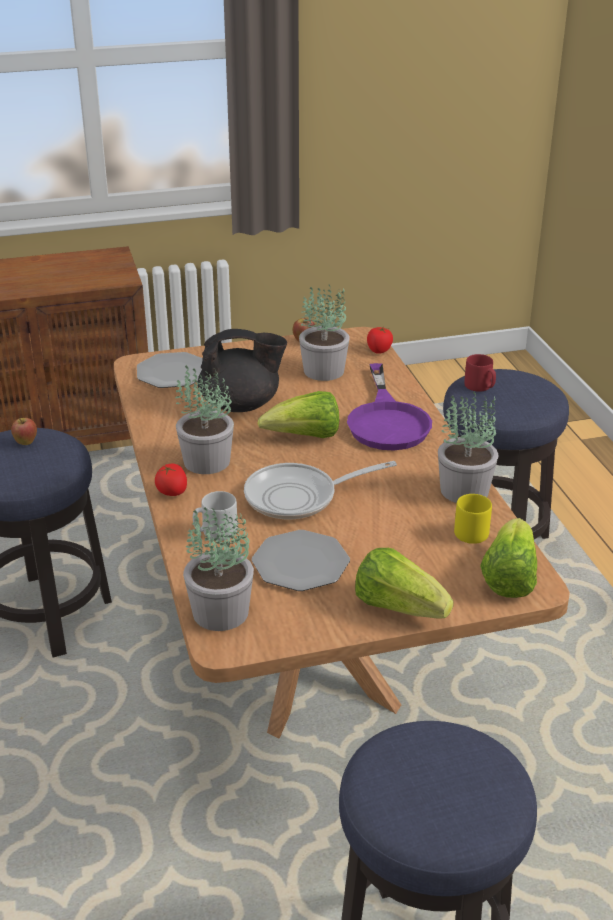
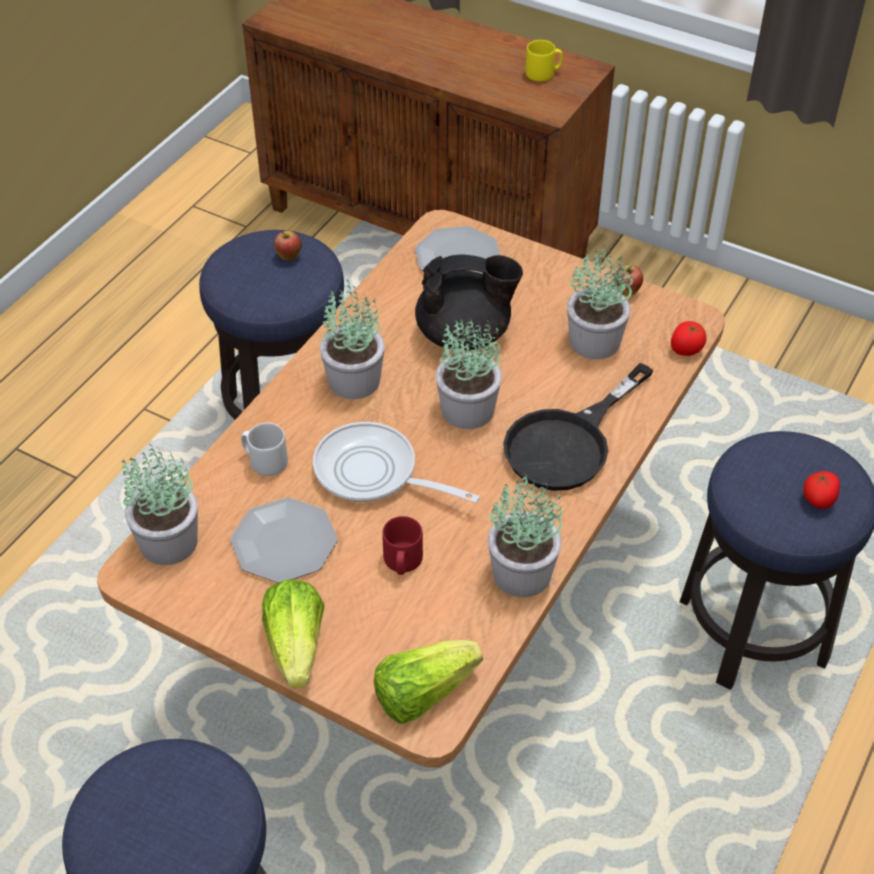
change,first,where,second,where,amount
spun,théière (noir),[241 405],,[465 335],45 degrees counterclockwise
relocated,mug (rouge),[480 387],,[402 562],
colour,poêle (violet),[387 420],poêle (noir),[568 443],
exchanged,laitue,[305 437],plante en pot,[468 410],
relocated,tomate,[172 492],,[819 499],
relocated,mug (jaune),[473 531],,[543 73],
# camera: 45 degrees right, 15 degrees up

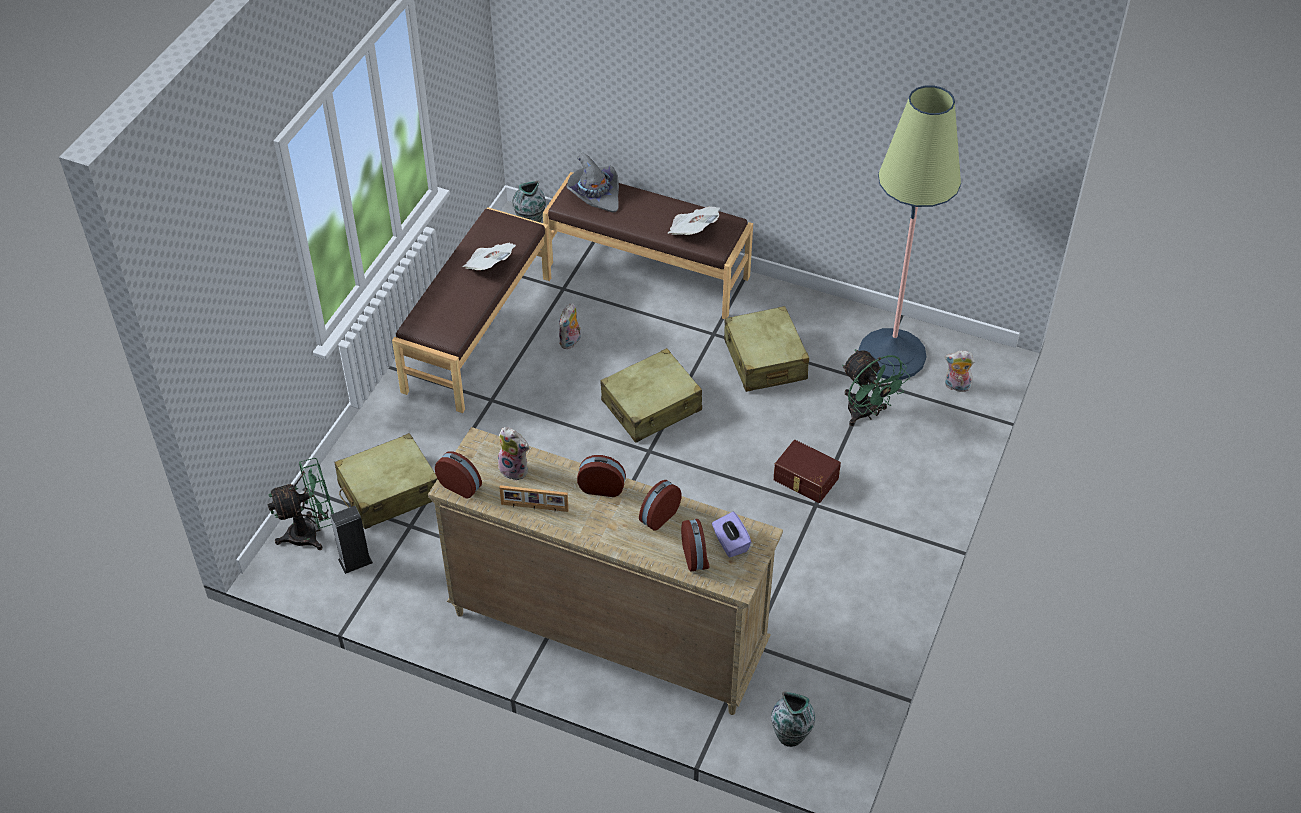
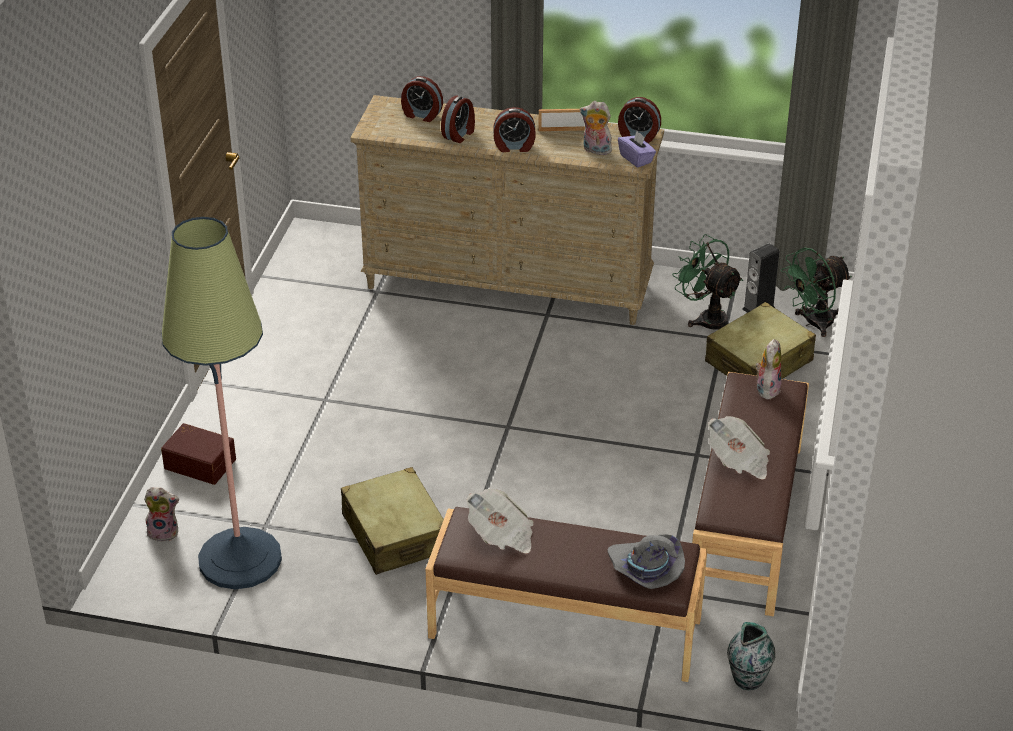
change,first,where,second,where,amount
relocated,peluche,[571 342],,[766 388],
missing,valise (beige),[652 406],,,
relocated,ventilateur (vert),[865 414],,[707 318],
relocated,boîte de rangement (marron),[805 480],,[201 462],
relocated,boîte à mouchoirs (violet),[730 543],,[636 159],
spun,réveil,[696 556],,[421 115],45 degrees counterclockwise
missing,vase,[791 735],,,
# camera: 170 degrees right, 10 degrees down

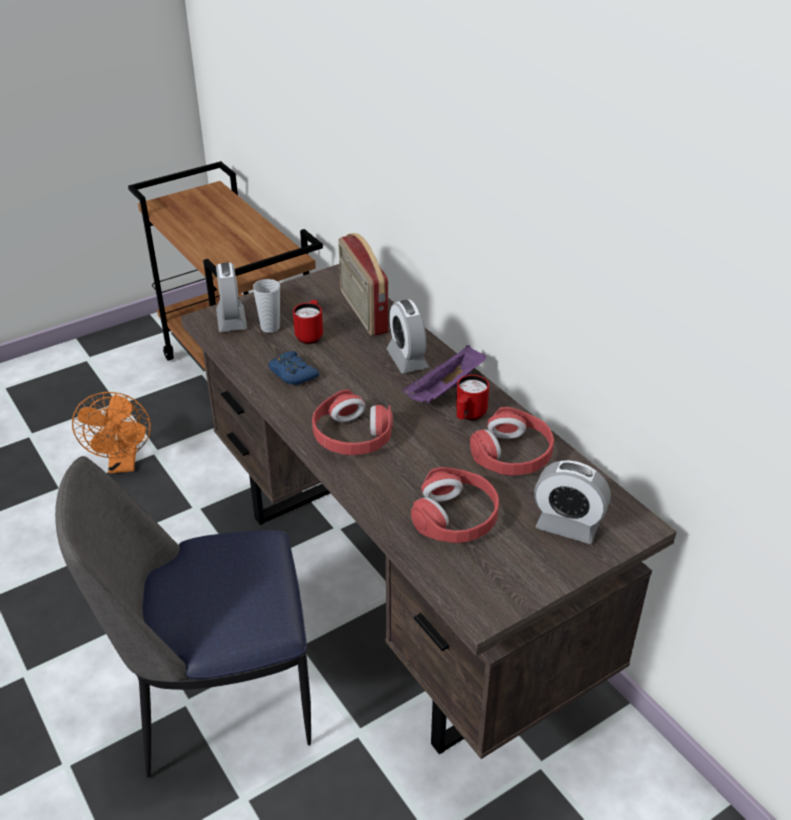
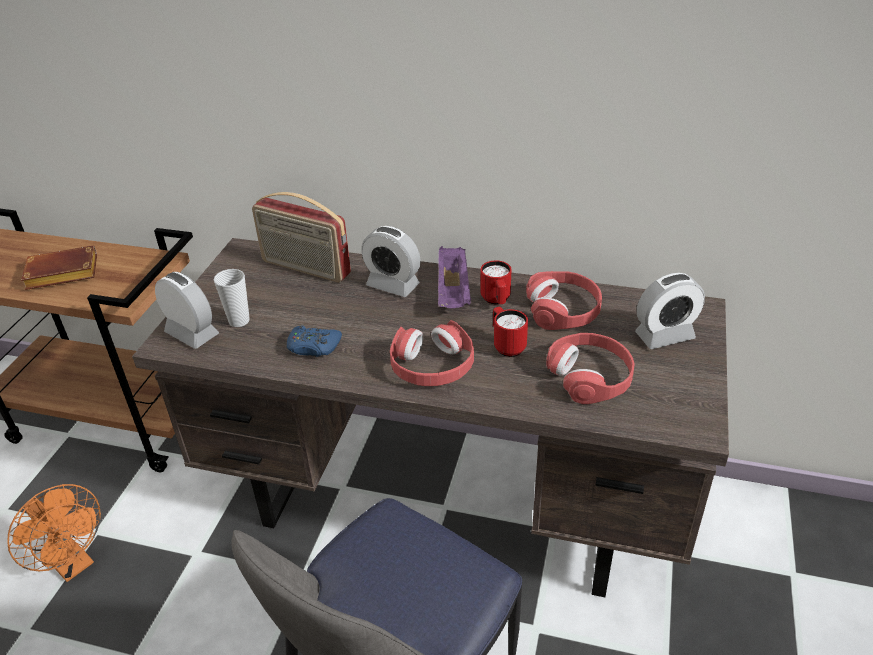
change,first,where,second,where,amount
relocated,mug (rouge),[310 335],,[507 345],
appeared,,,livre (marron),[60 275],
# camera: 40 degrees left, 0 degrees up

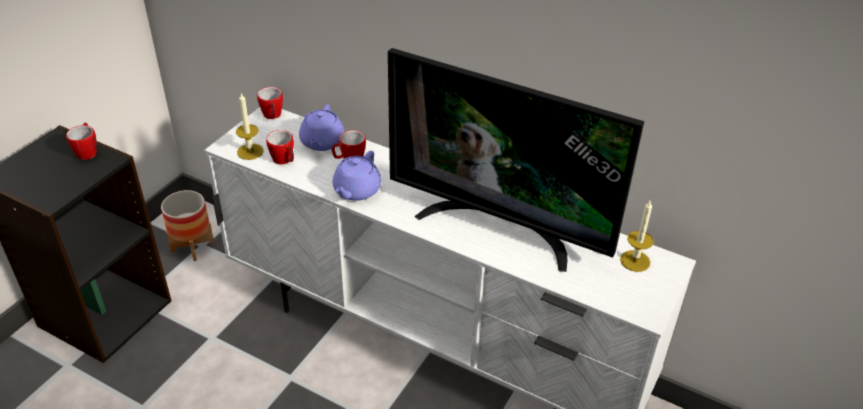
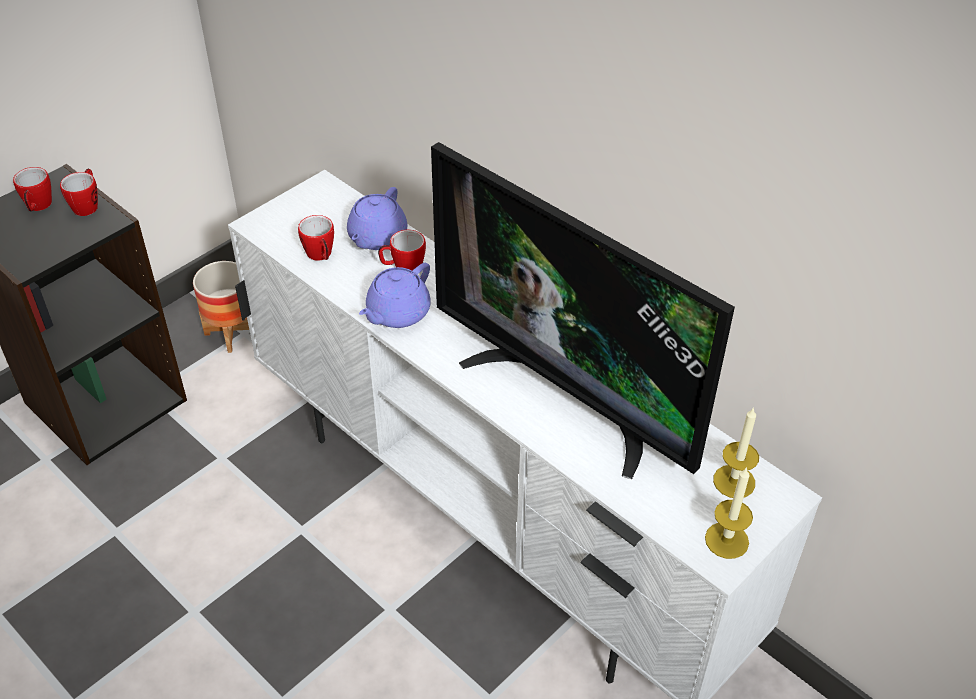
change,first,where,second,where,amount
relocated,mug,[272 116],,[38 207],
relocated,bougie,[250 151],,[726 540],
# camera: 15 degrees right, 5 degrees up

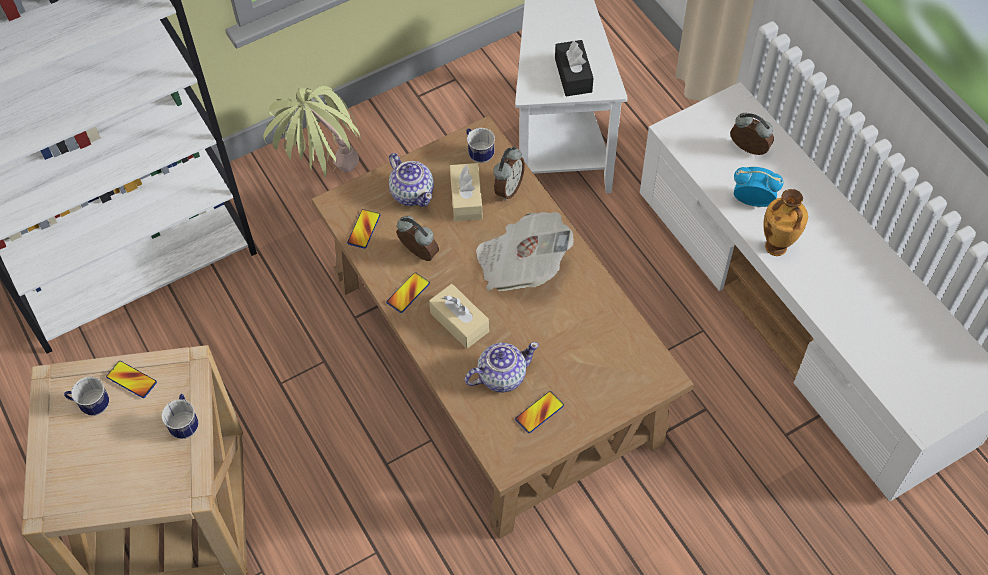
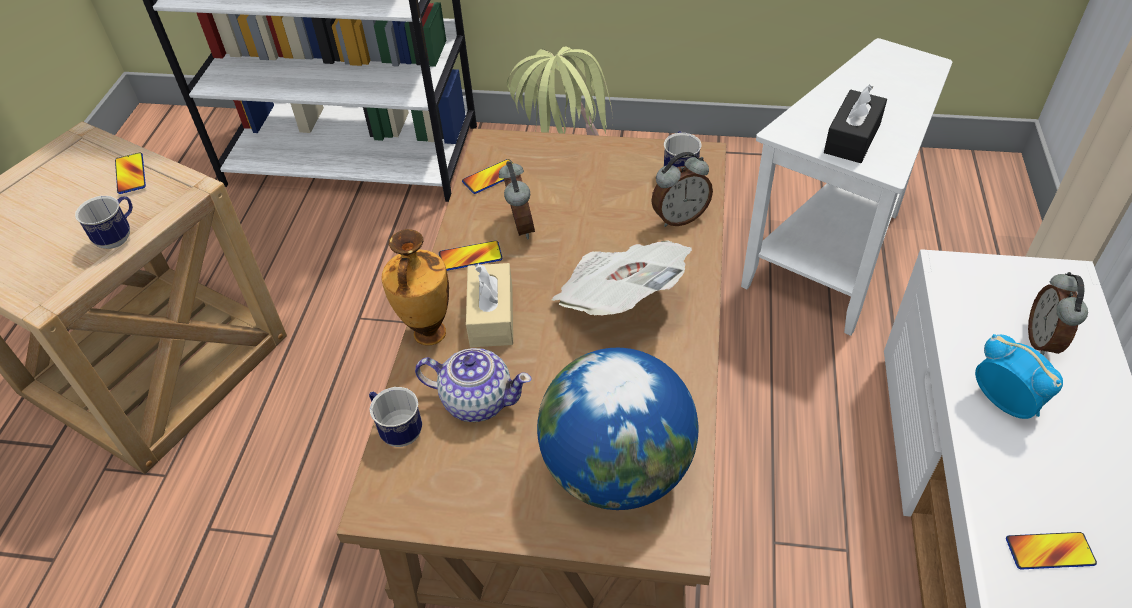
change,first,where,second,where,amount
spun,réveil,[748 150],,[1043 341],150 degrees counterclockwise
missing,théière,[412 192],,,
missing,boîte à mouchoirs (beige),[466 199],,,
relocated,vase,[776 248],,[428 335],
relocated,mug,[91 405],,[397 430],
relocated,téléphone,[539 412],,[1049 551],
appeared,,,globe,[617 470],
# camera: 40 degrees right, 10 degrees down

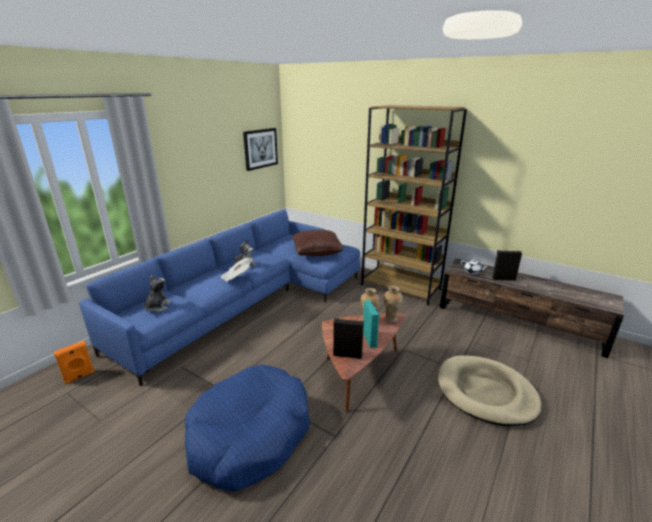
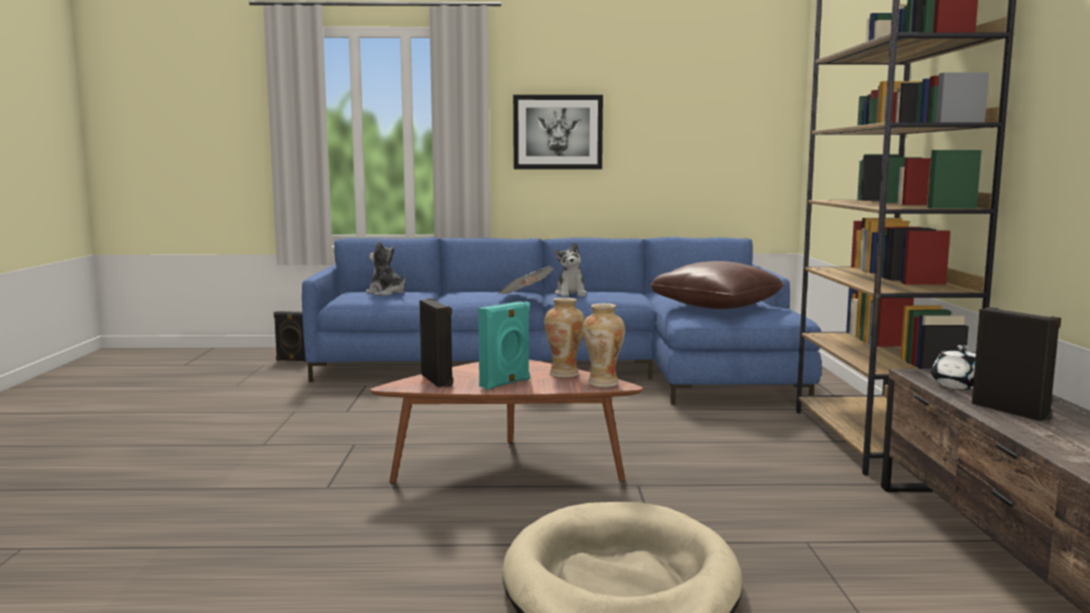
change,first,where,second,where,amount
relocated,tableau,[260 148],,[557 132],
spun,peluche,[157 307],,[386 293],120 degrees counterclockwise
colour,enceinte (orange),[79 377],enceinte (noir),[293 360],
missing,panier pour chien (bleu),[250 435],,,
# camera: 55 degrees right, 15 degrees down

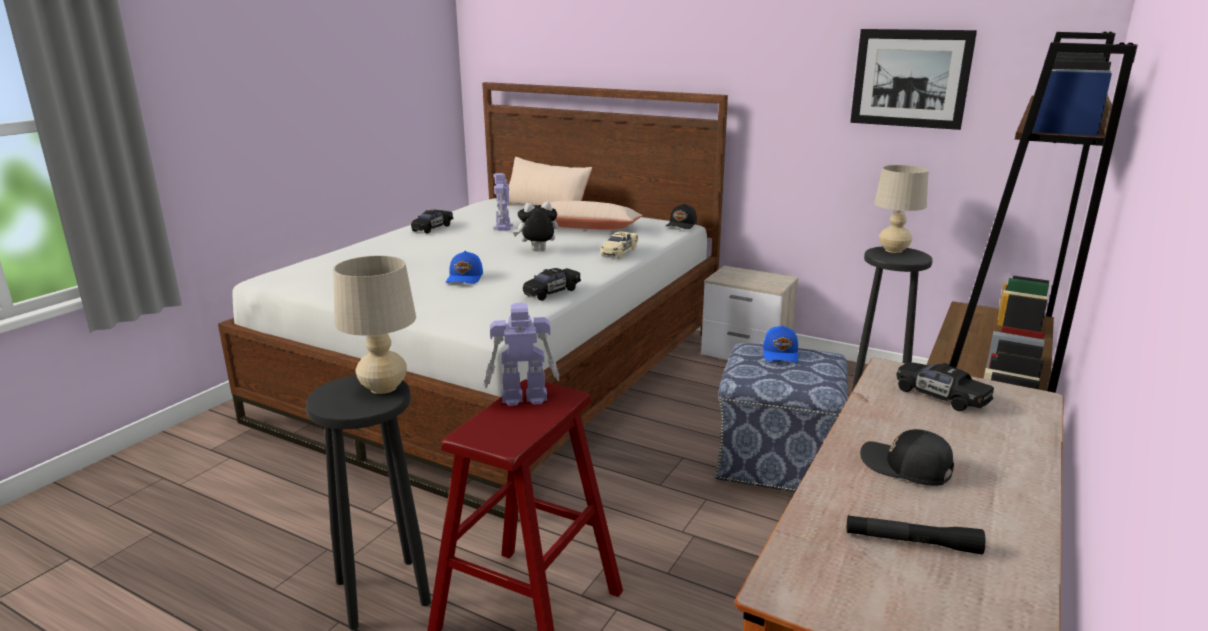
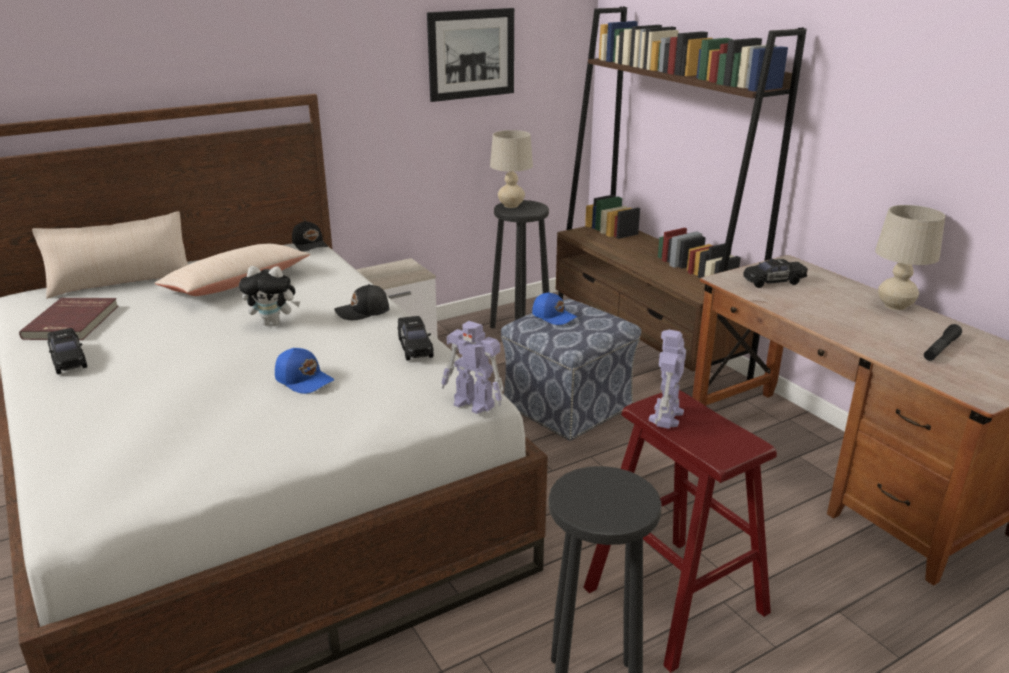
change,first,where,second,where,amount
relocated,robot jouet,[503 227],,[474 404],
spun,peluche,[537 251],,[274 323],105 degrees counterclockwise
missing,petite voiture (beige),[619 252],,,
relocated,lampe de table (beige),[383 387],,[894 305],
relocated,casquette (noir),[906 468],,[363 312],
appeared,,,livre (rouge),[73 322],
# camera: 60 degrees left, 5 degrees up

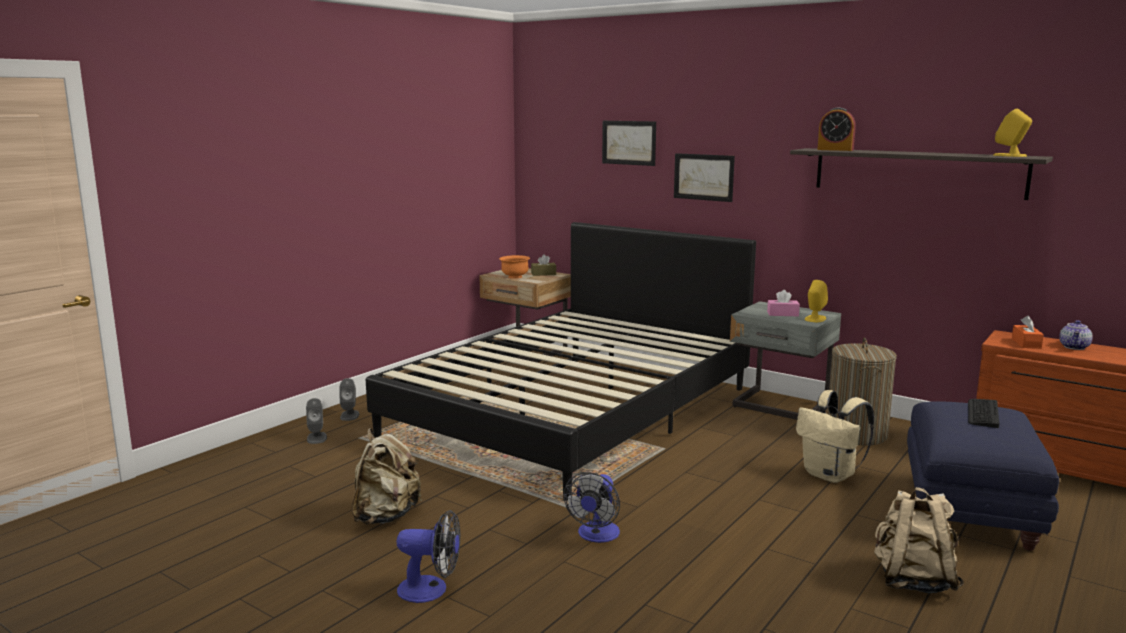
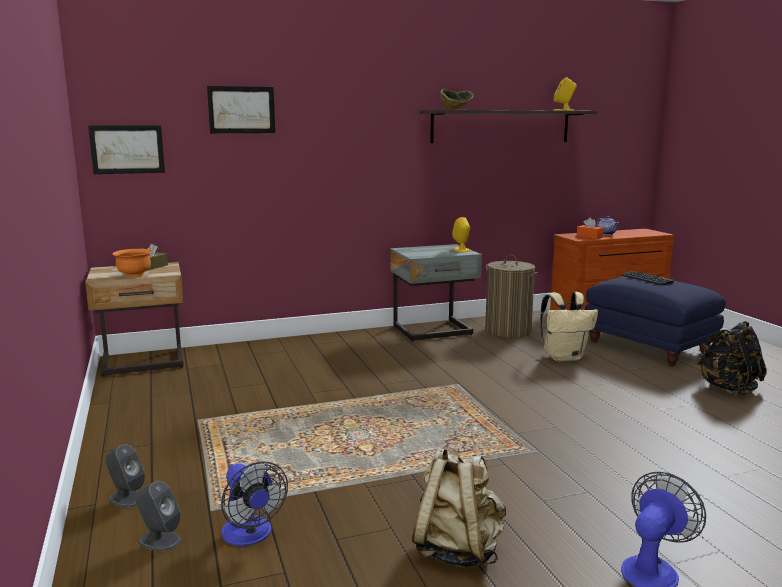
change,first,where,second,where,amount
exchanged,réveil,[835 150],bol,[455 109],
relocated,tableau,[703 177],,[127 149],
missing,lit (noir),[574 411],,,
missing,boîte à mouchoirs (rose),[782 314],,,
relocated,ventilateur,[596 536],,[250 535],
colour,sac à dos (beige),[913 581],sac à dos (noir),[728 389],
# camera: 55 degrees left, 0 degrees up

